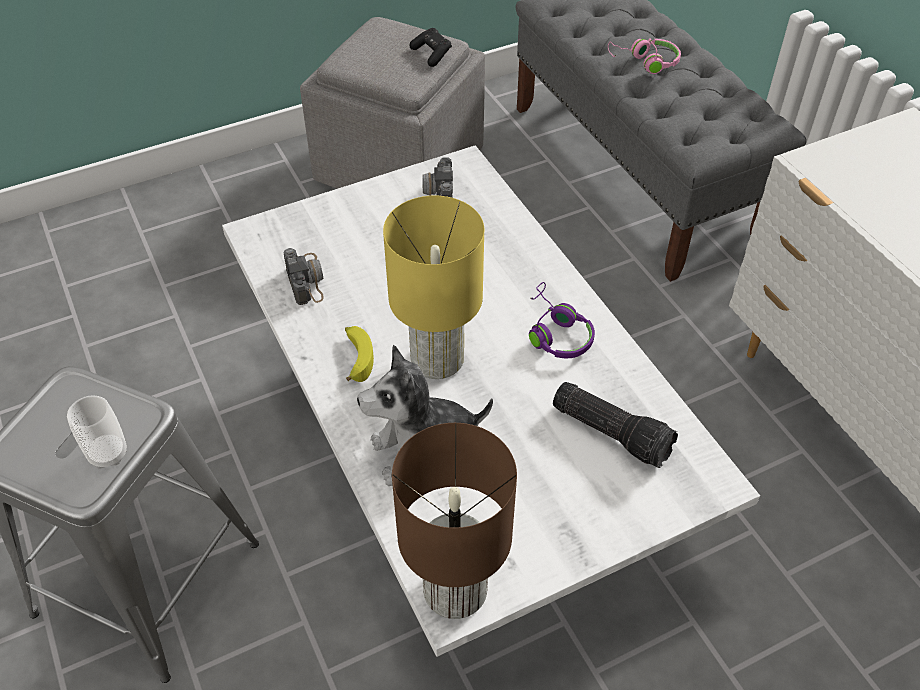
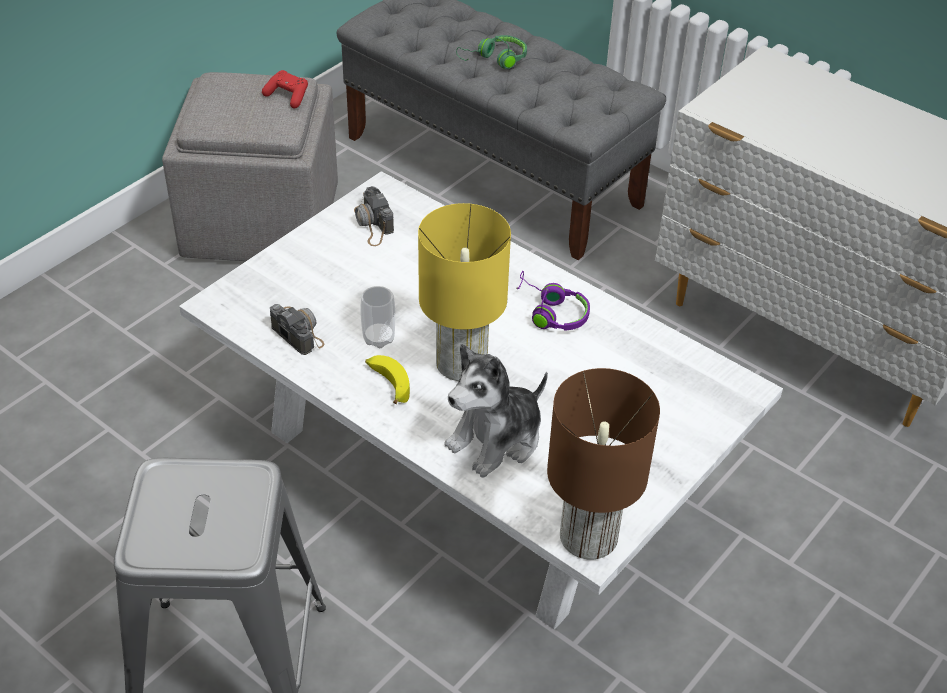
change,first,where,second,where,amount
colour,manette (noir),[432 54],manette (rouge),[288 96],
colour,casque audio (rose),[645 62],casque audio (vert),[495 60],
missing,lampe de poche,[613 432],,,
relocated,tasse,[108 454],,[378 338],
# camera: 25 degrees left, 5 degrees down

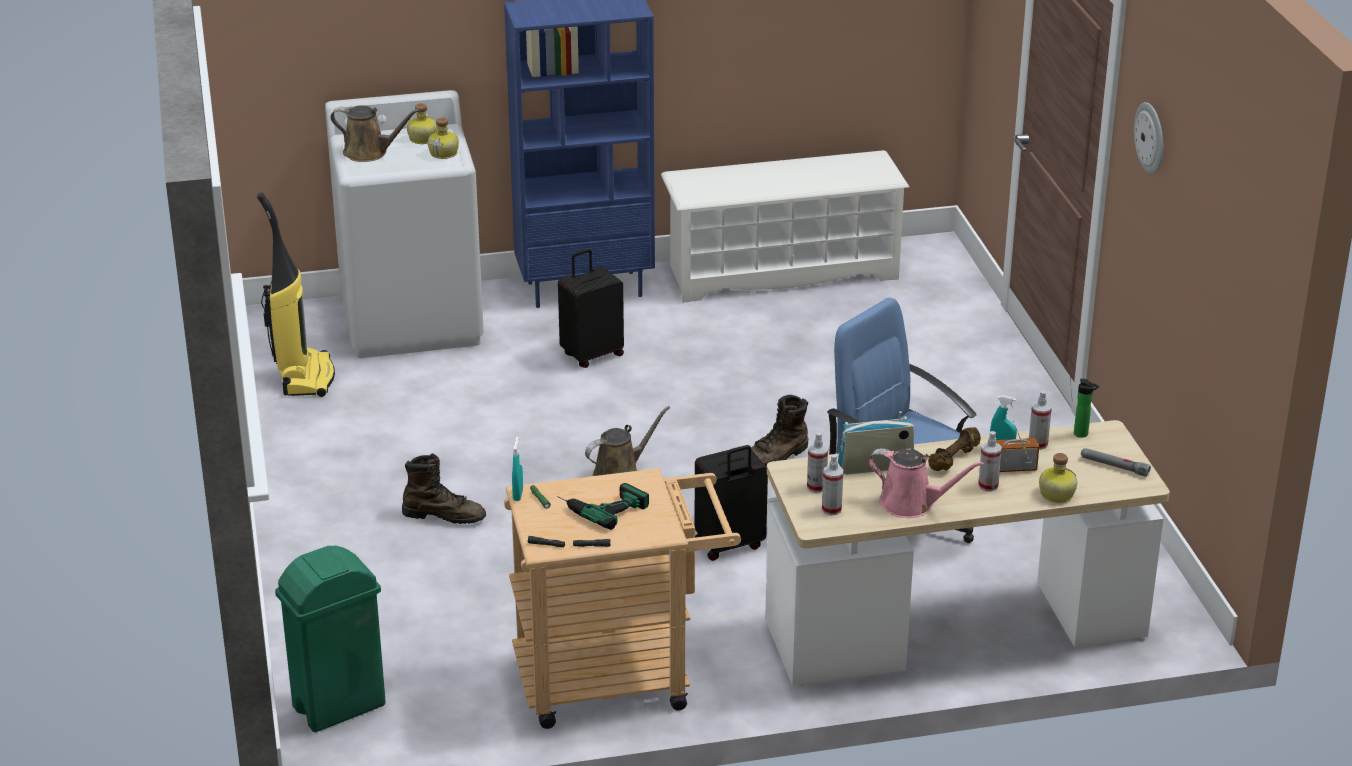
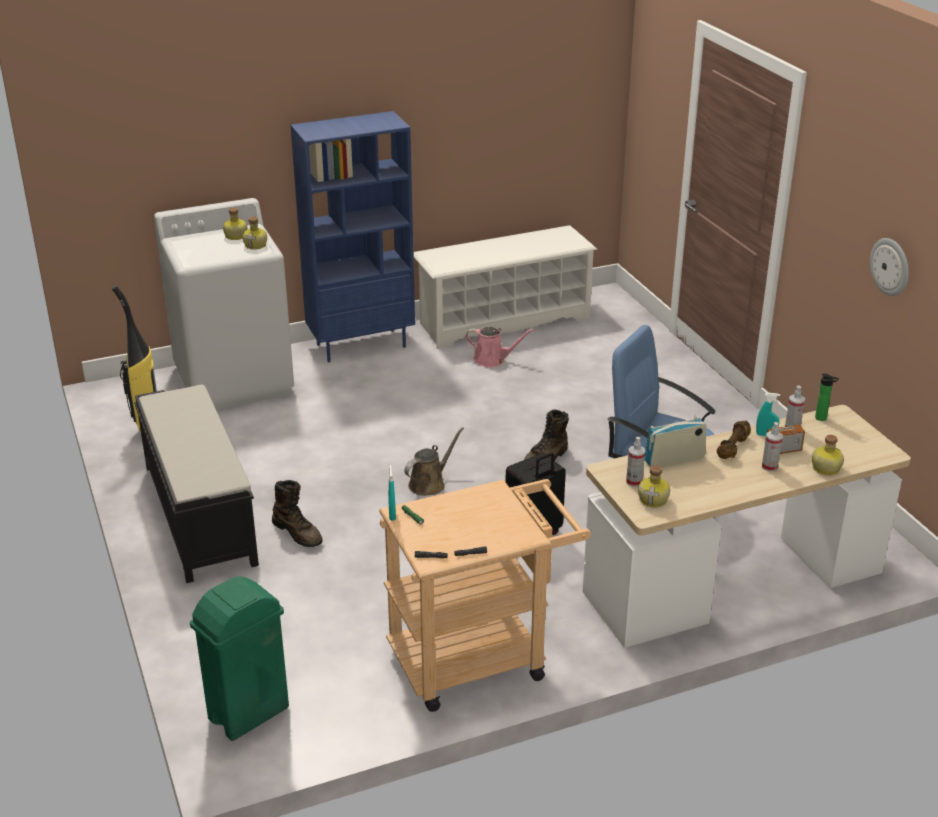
change,first,where,second,where,amount
relocated,horloge murale,[1151 138],,[890 266],
missing,arrosoir (marron),[369 153],,,
missing,valise (noir),[591 354],,,
relocated,arrosoir (rose),[912 504],,[492 360],
missing,lampe de poche (gris),[1114 466],,,
spun,botte (marron),[444 515],,[298 533],45 degrees clockwise
exchanged,vaporisateur,[831 509],bouteille,[654 499],
missing,perceuse,[601 506],,,
appeared,,,banc (noir),[199 513],
# camera: 10 degrees left, 0 degrees up

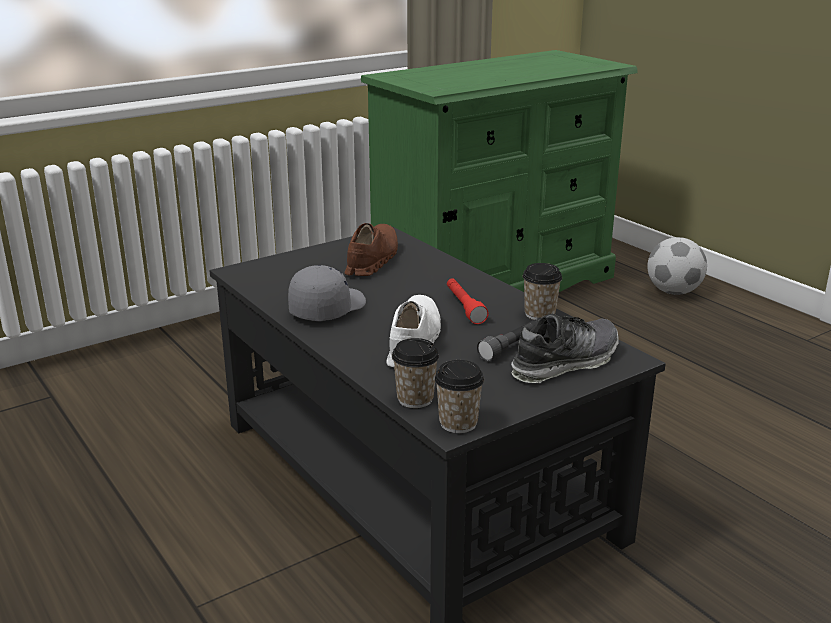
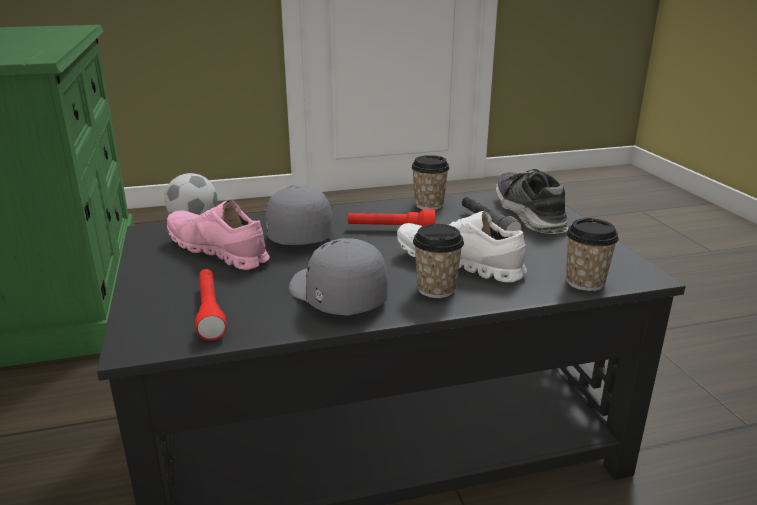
change,first,where,second,where,amount
colour,chaussure (marron),[371 260],chaussure (rose),[218 251],
relocated,tasse,[458 423],,[436 289],
appeared,,,casquette (gris),[297 233],
appeared,,,lampe de poche (rouge),[210 311],
# camera: 70 degrees left, 0 degrees up

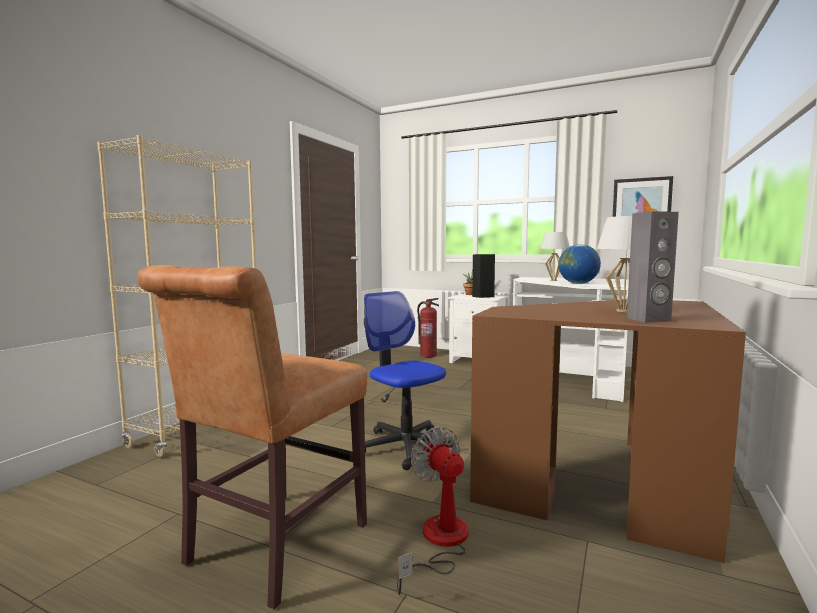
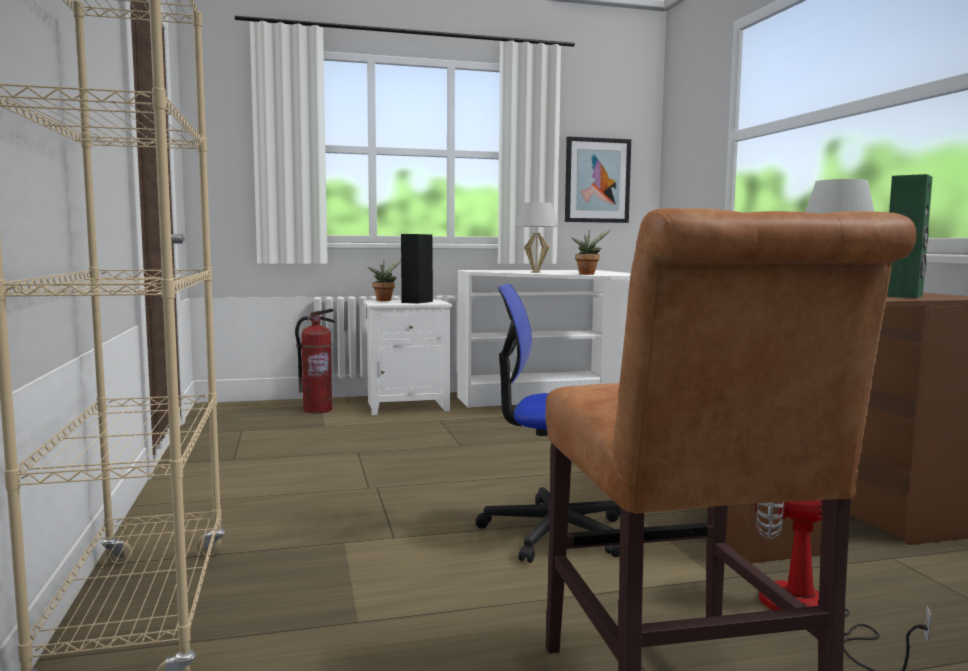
change,first,where,second,where,amount
colour,enceinte (gris),[648 320],enceinte (vert),[903 296],
exchanged,globe,[578 283],plante en pot,[587 274],
# camera: 40 degrees left, 0 degrees up

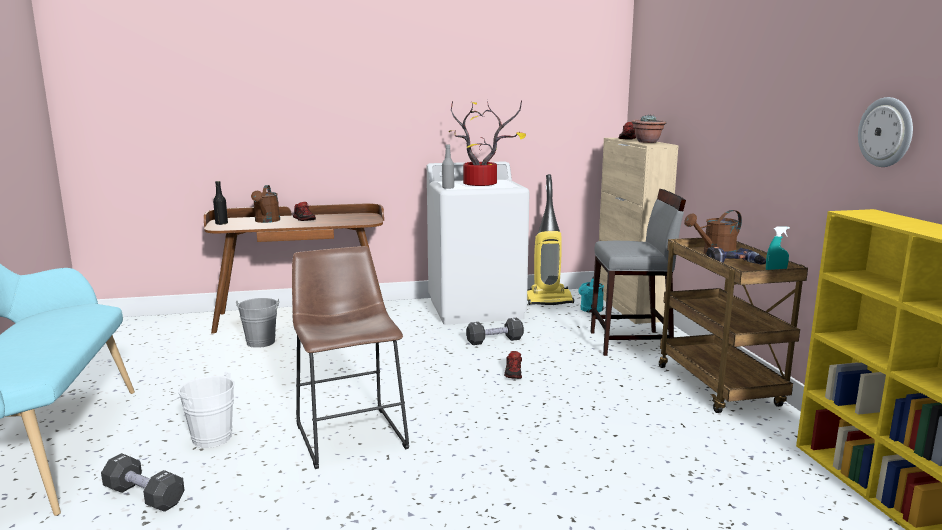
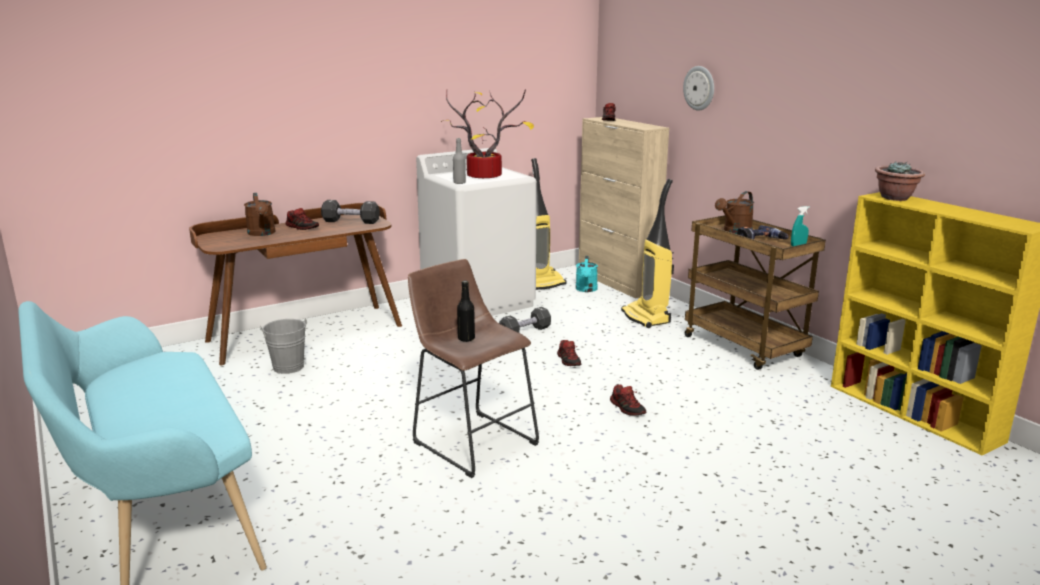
change,first,where,second,where,amount
relocated,horloge murale,[886 132],,[699 88],
relocated,plante en pot,[647 142],,[895 198],
relocated,bouteille (noir),[221 224],,[466 339],
exchanged,tabouret (gris),[631 343],aspirateur,[646 317],
missing,seau (blanc),[209 437],,,
relocated,haltère (noir),[144 496],,[351 221],
appeared,,,chaussure,[628 408],
# camera: 20 degrees left, 5 degrees up

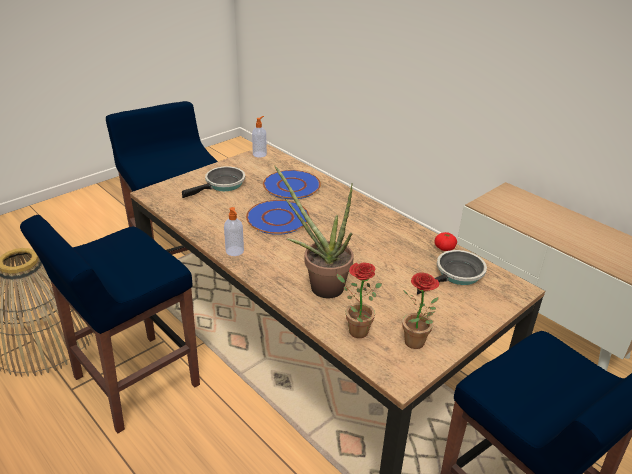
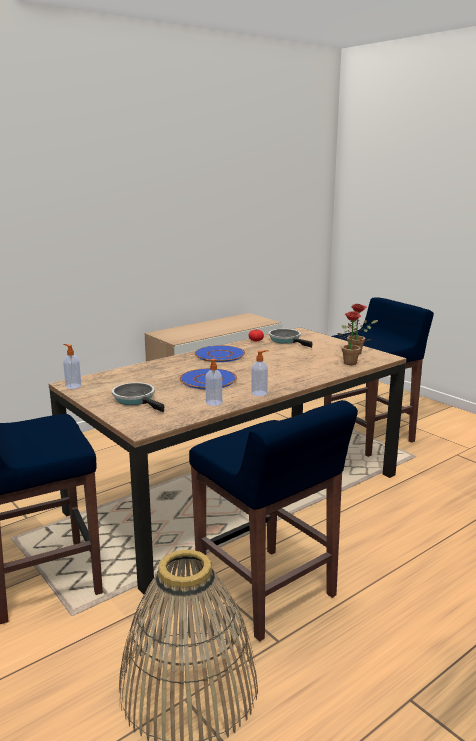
change,first,where,second,where,amount
missing,plante en pot,[320 285],,,
relocated,assiette (bleu),[291 186],,[219 355],
appeared,,,distributeur de savon,[213 403],
# camera: 85 degrees left, 15 degrees down

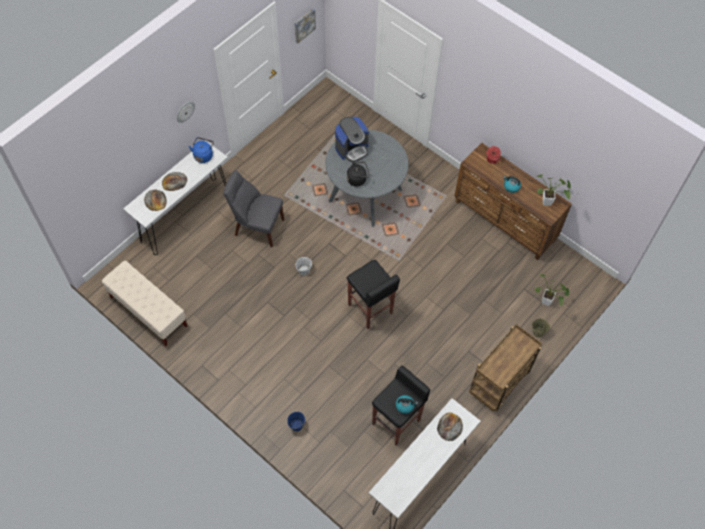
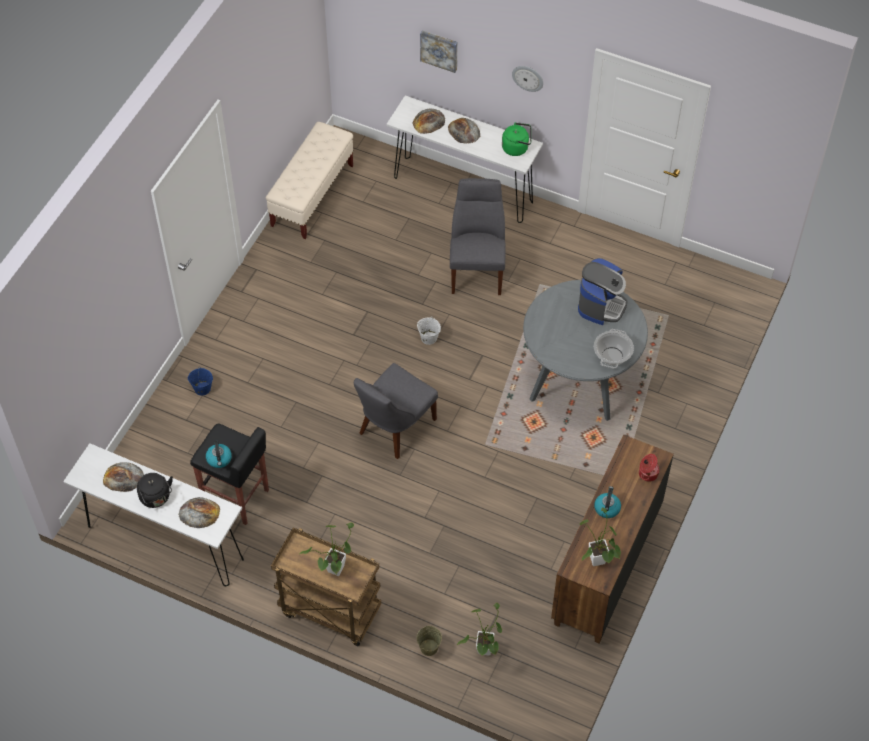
change,first,where,second,where,amount
relocated,tableau,[304 25],,[439 50],
spun,machine à café,[352 148],,[601 305],105 degrees counterclockwise
colour,bouilloire (bleu),[203 155],bouilloire (vert),[517 148],
relocated,bouilloire (noir),[357 179],,[156 498],
exchanged,tabouret (noir),[370 309],chaise (gris),[394 428],
appeared,,,marmite,[612 356],
appeared,,,pain,[123 477],
appeared,,,plante en pot,[334 572],
# camera: 75 degrees right, 5 degrees down

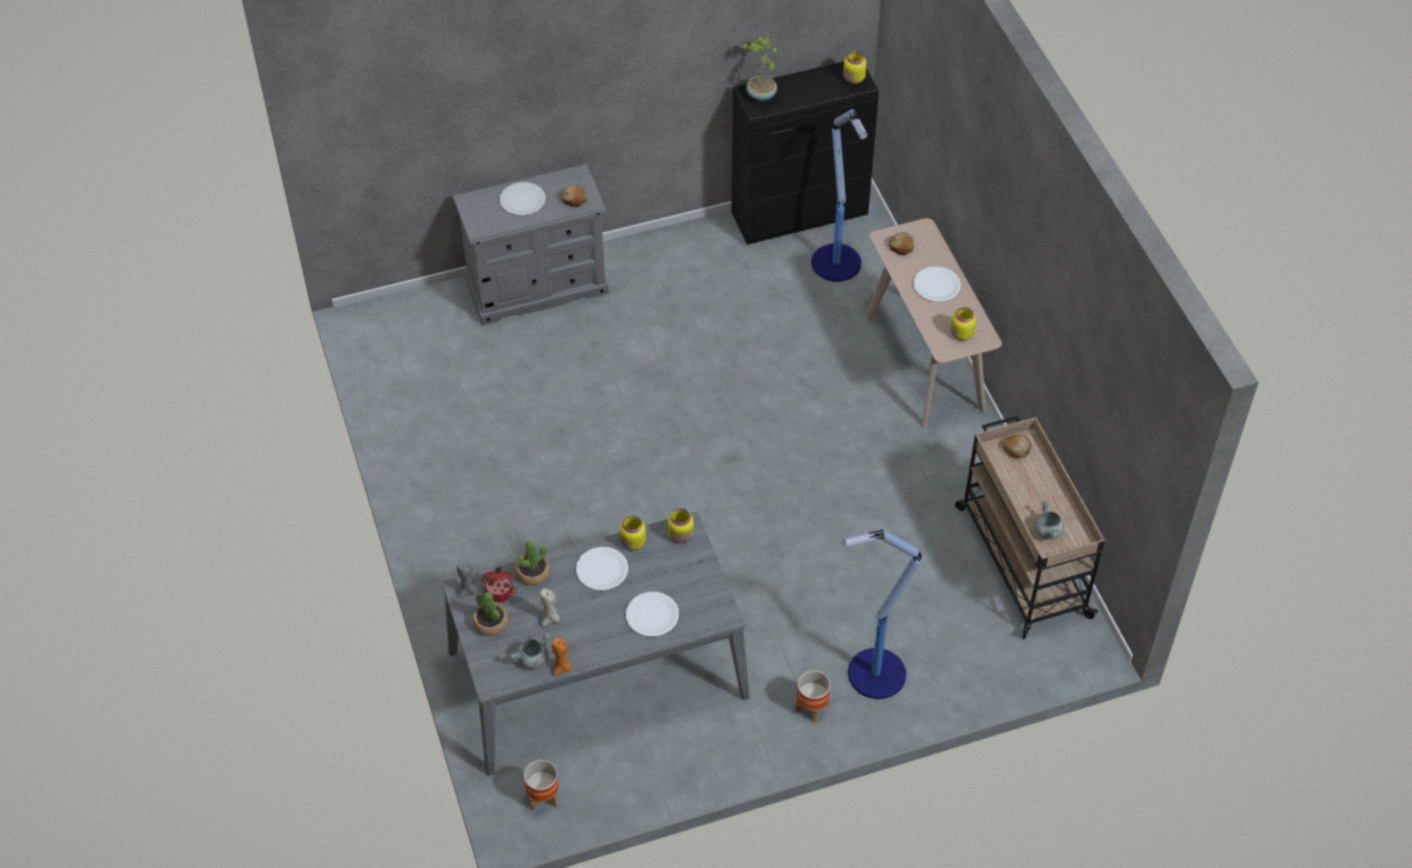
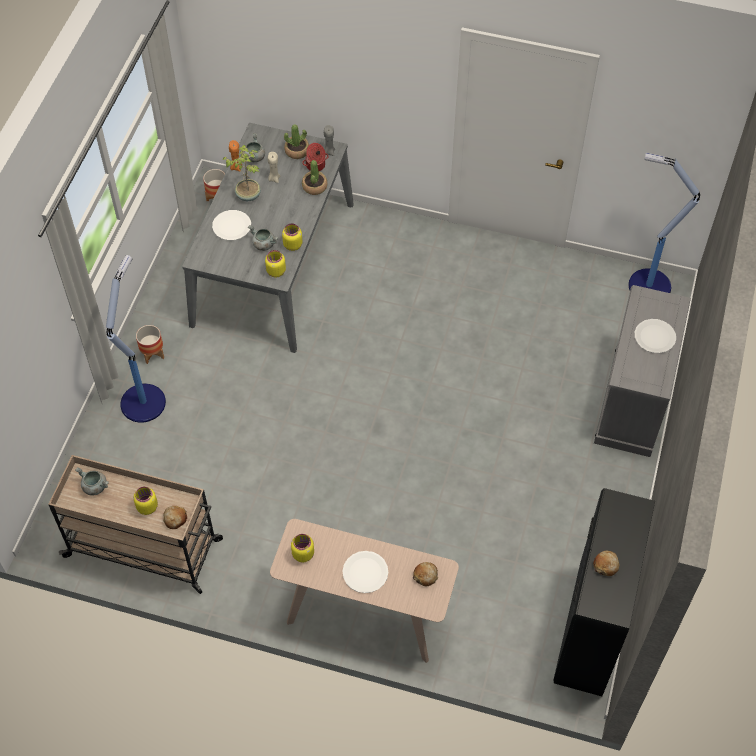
change,first,where,second,where,amount
relocated,plante en pot,[761 95],,[248 195],
relocated,bocal (jaune),[853 79],,[147 506],
relocated,lampadaire,[837 264],,[647 285],
relocated,pain,[574 199],,[606 565],
missing,assiette (blanc),[602 570],,,
appeared,,,marmite (gris),[263 244],
# camera: 125 degrees right, 5 degrees up

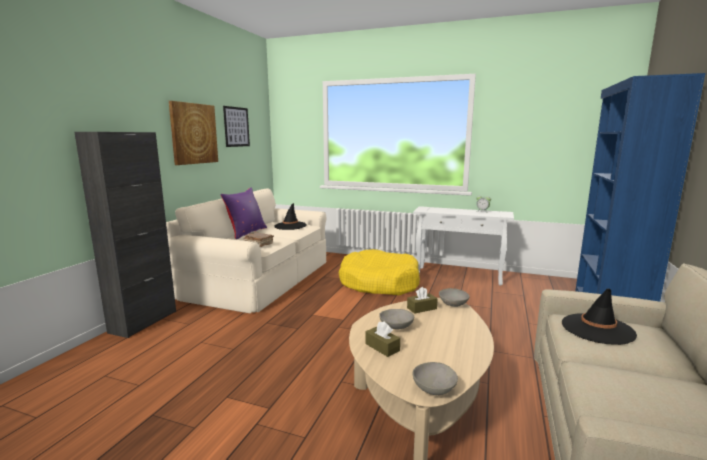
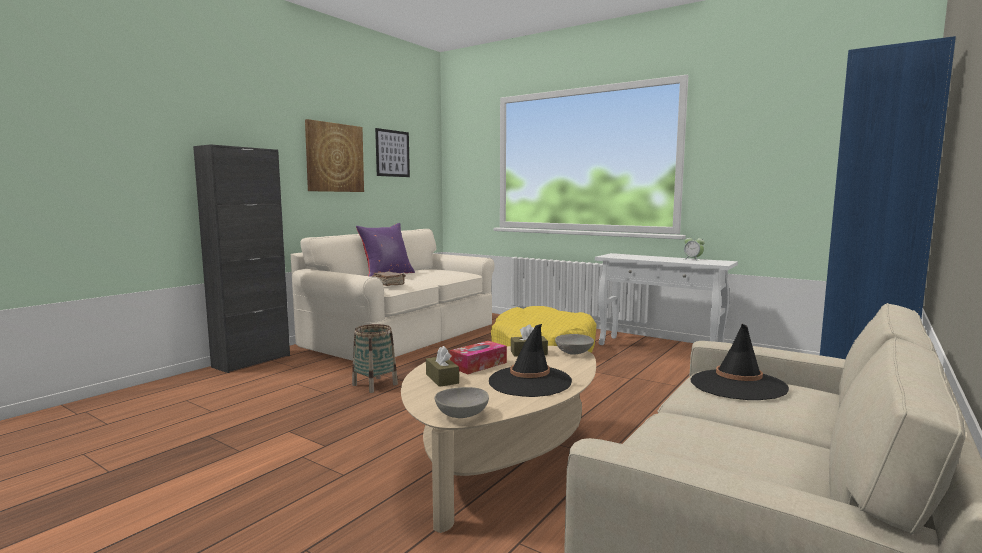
change,first,where,second,where,amount
relocated,chapeau (noir),[290 226],,[529 382],
exchanged,bol (gris),[396 327],boîte à mouchoirs,[478 365],
appeared,,,panier,[375 385],
# camera: 15 degrees right, 5 degrees down

